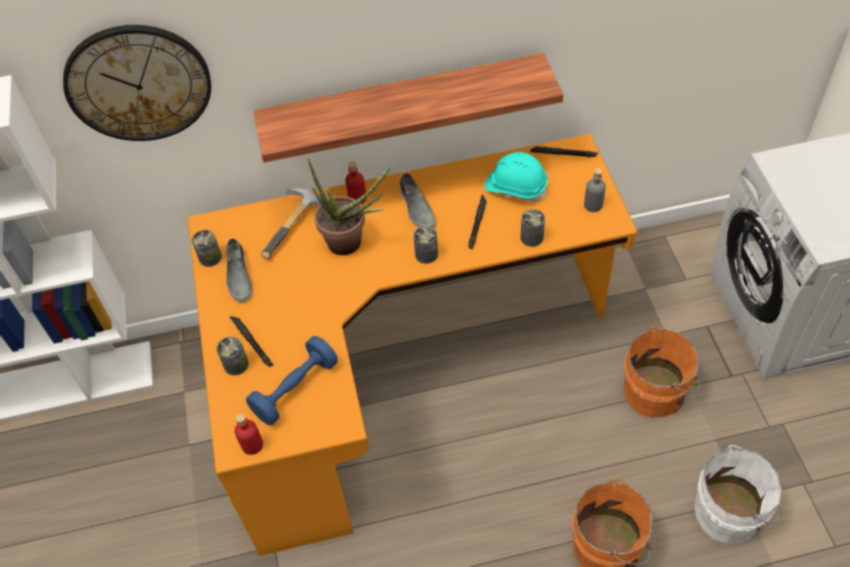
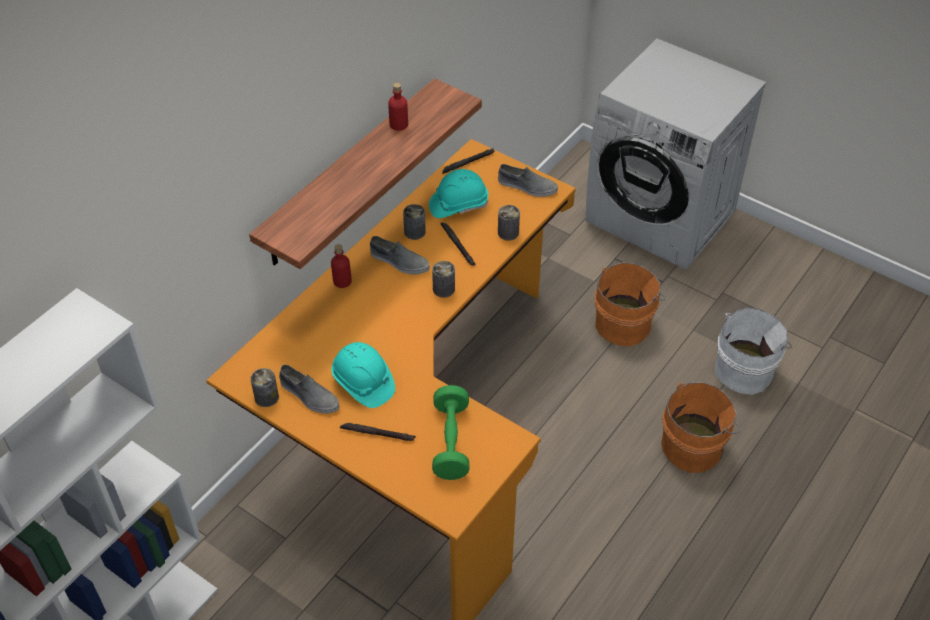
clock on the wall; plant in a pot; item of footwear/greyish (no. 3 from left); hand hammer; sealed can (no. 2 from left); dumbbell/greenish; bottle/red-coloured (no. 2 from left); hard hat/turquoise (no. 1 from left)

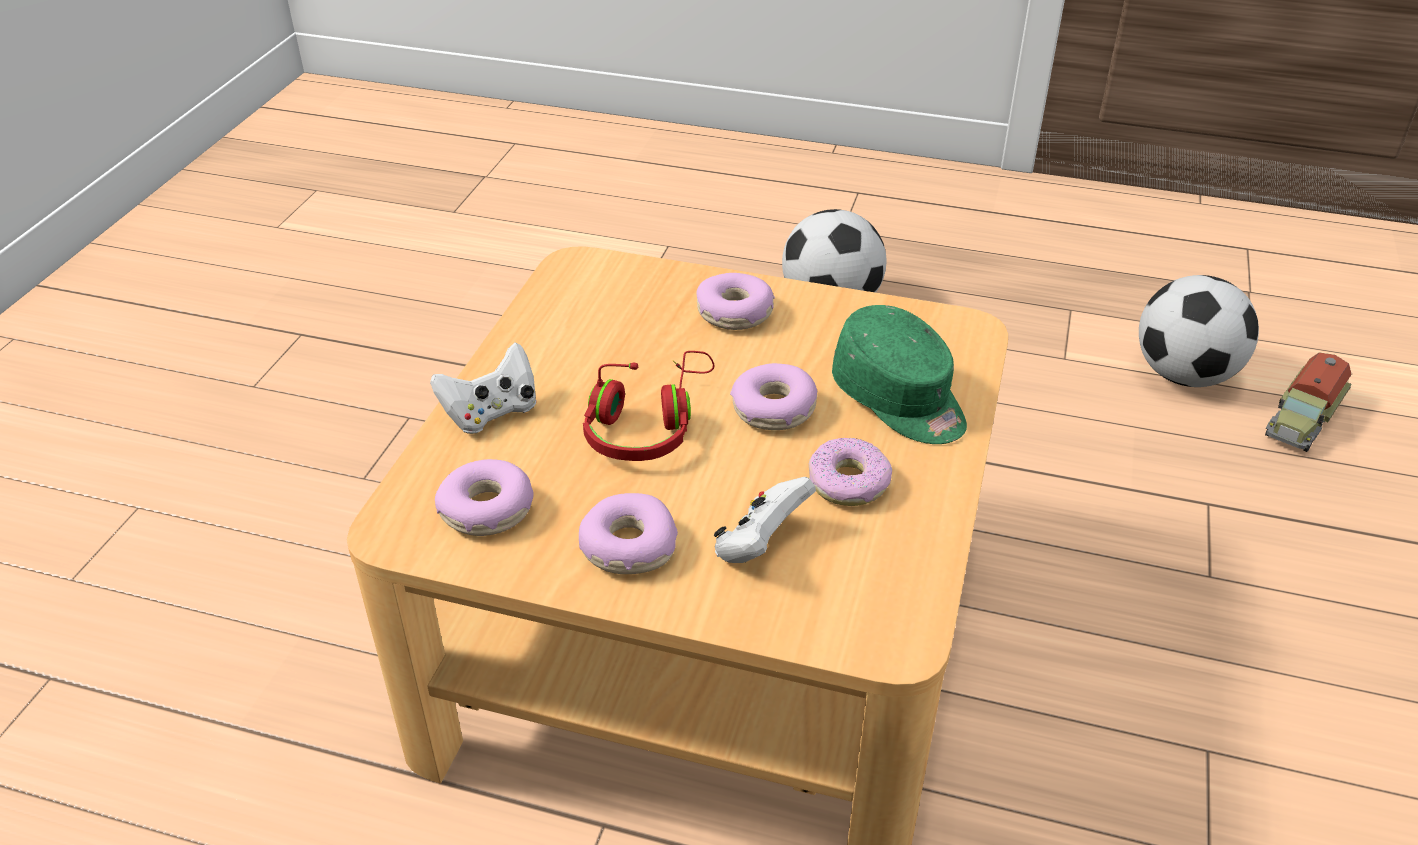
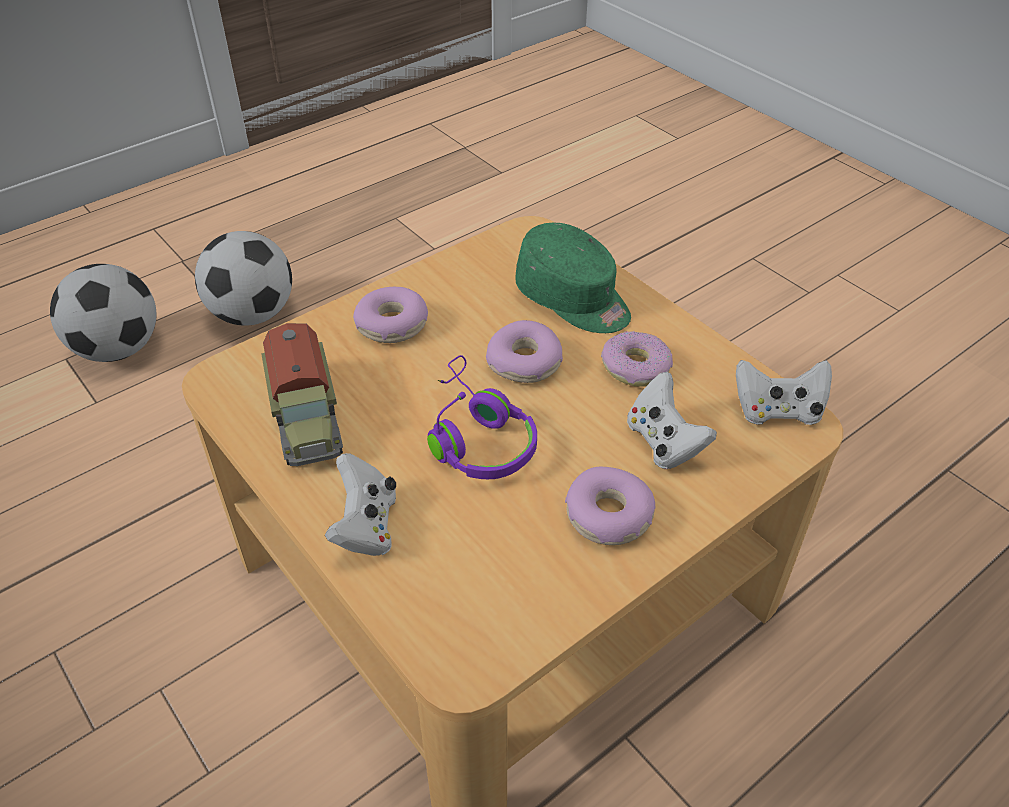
football ball (no. 1 from left); cap/greenish; headset/purple-coloured; toy lorry; donut (no. 1 from left in the first image); joypad/white (no. 3 from left)

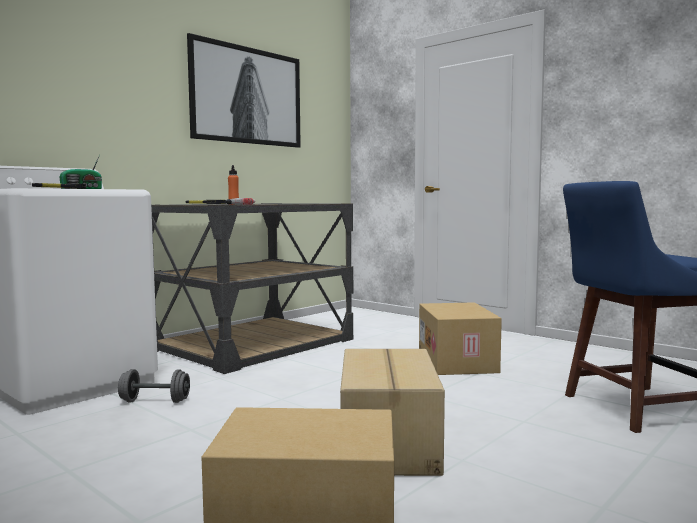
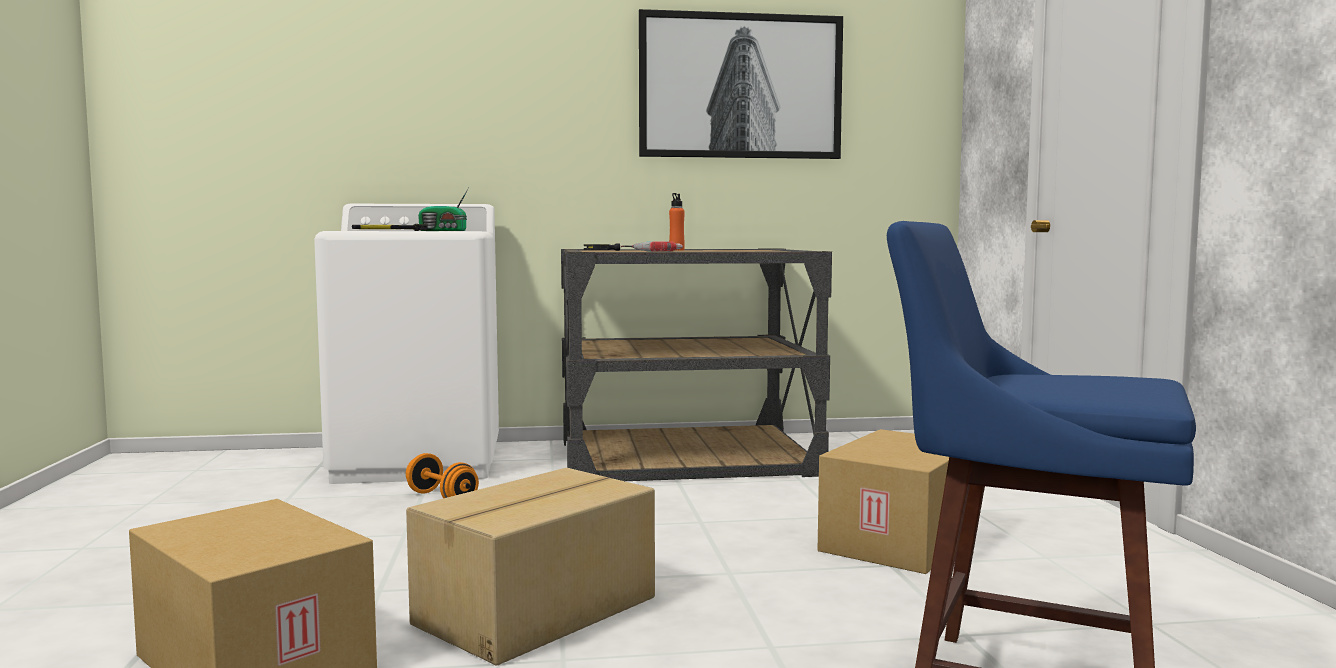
dumbbell/orangey

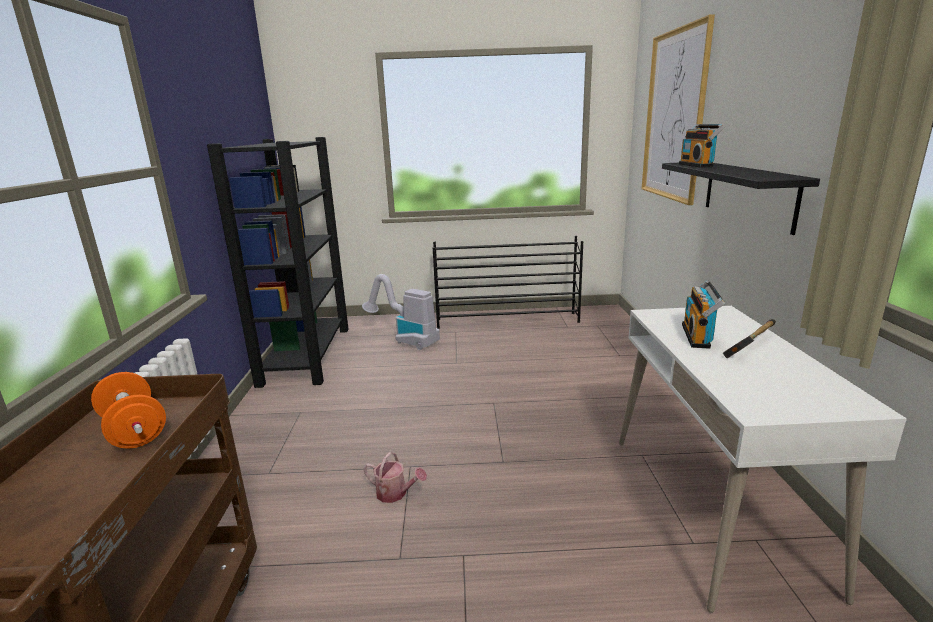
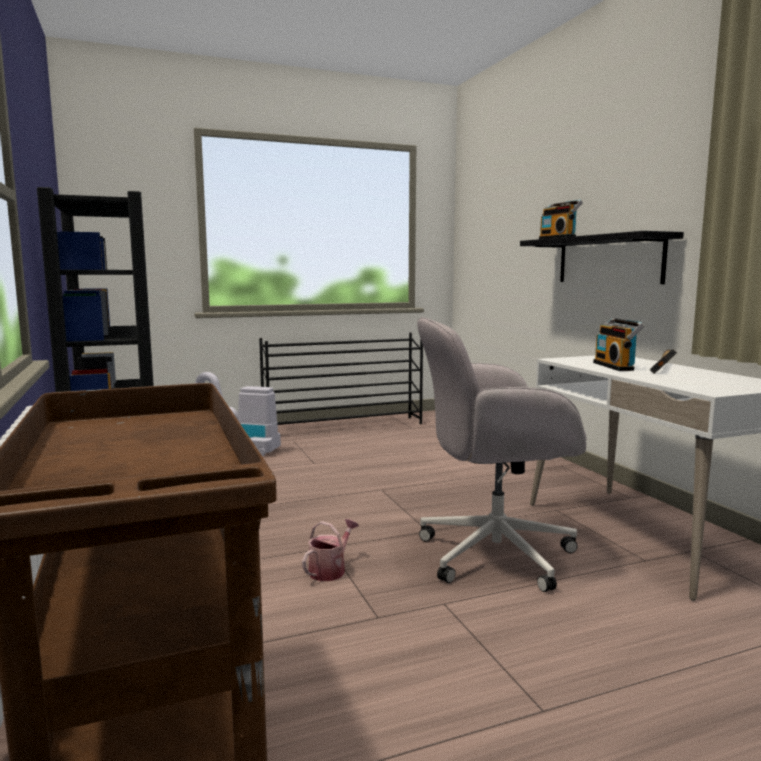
picture; dumbbell/orangey; watering can; computer chair/greyish

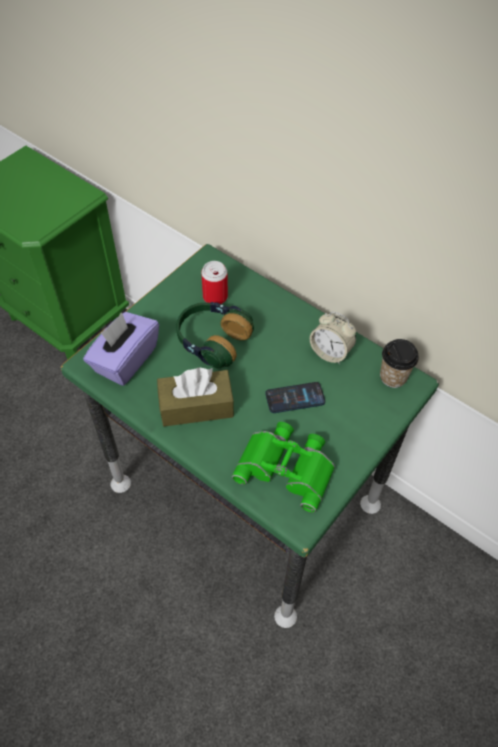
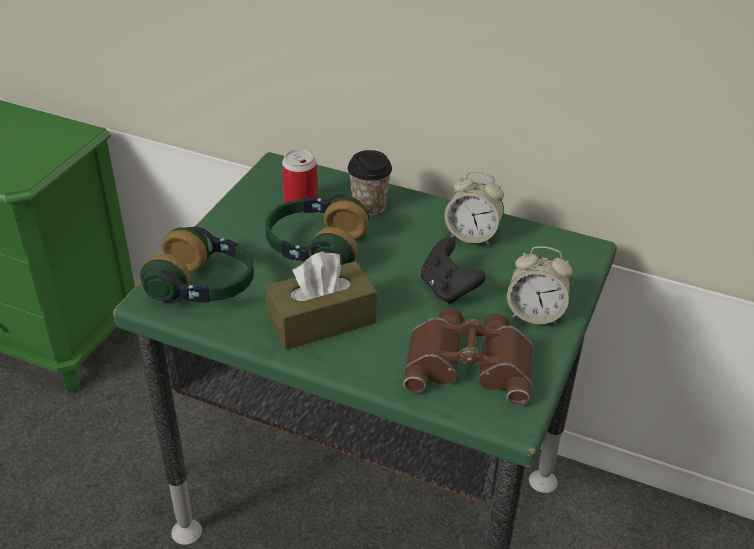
headset (no. 1 from left); cup; joypad/blackish; field glasses/brownish; table clock (no. 2 from left)

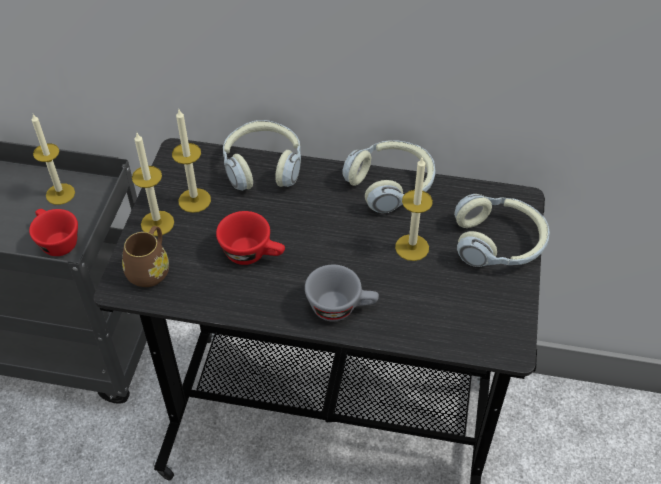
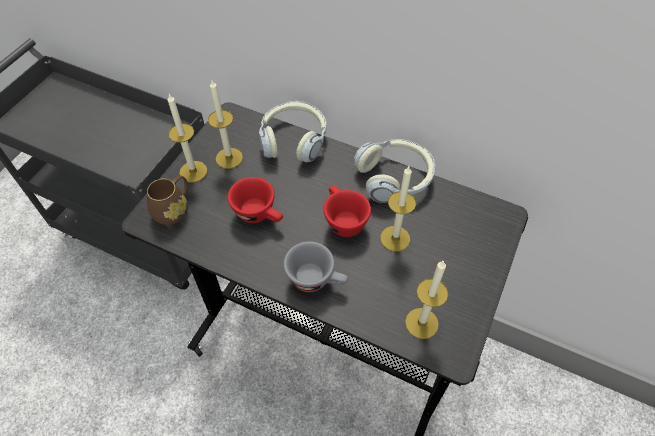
wax candle (no. 4 from left); headset (no. 3 from left in the first image); cup/red-coloured (no. 2 from left)

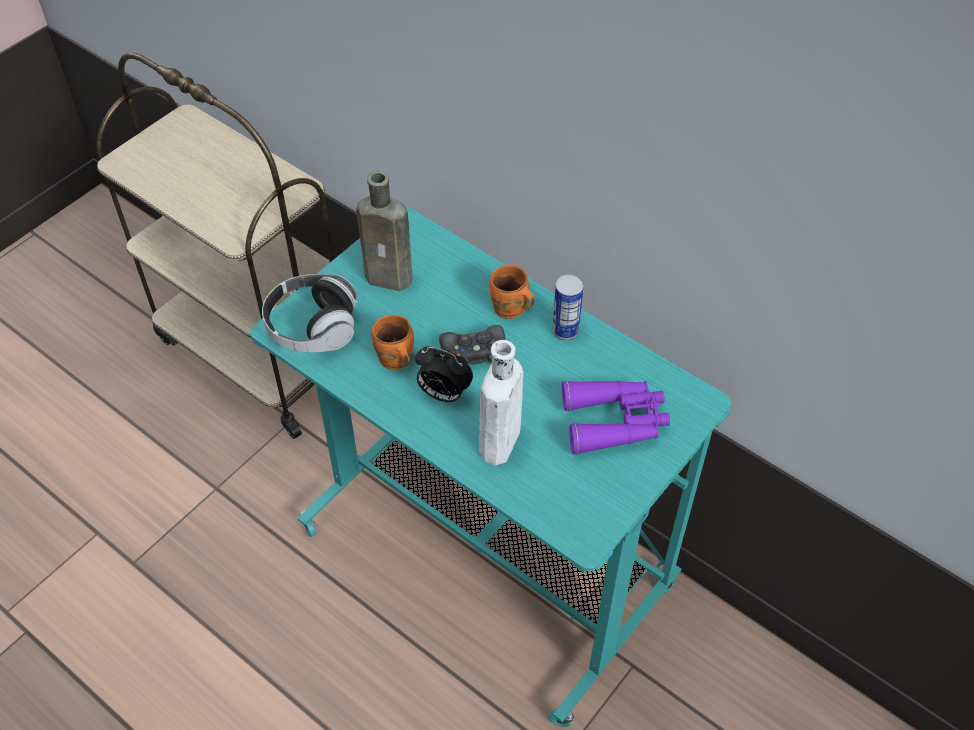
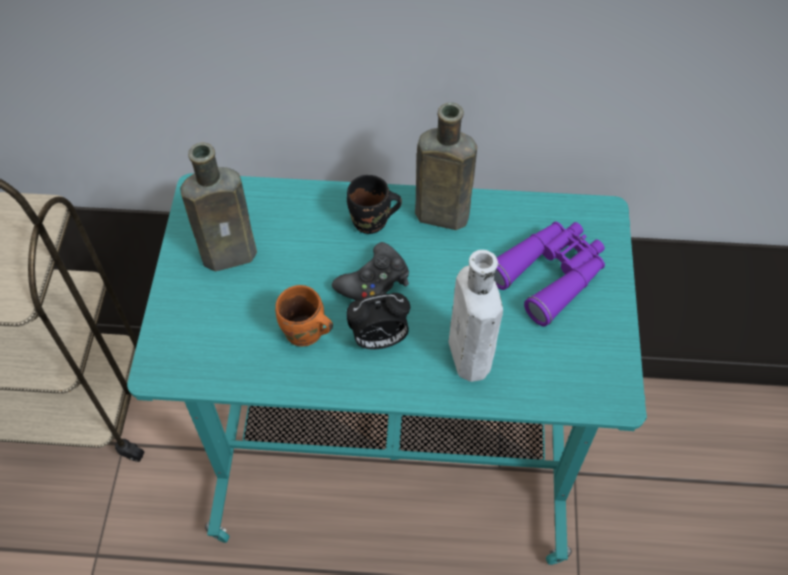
coffee mug/blackish; headset; bottle/brownish (no. 2 from left)

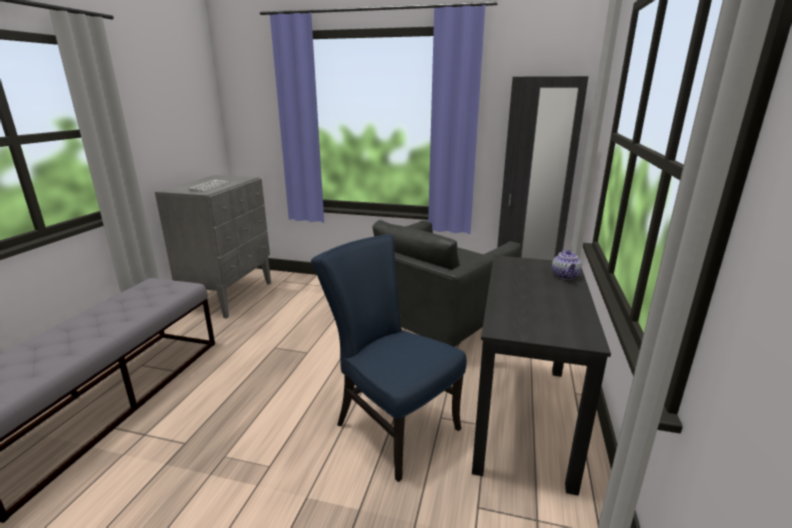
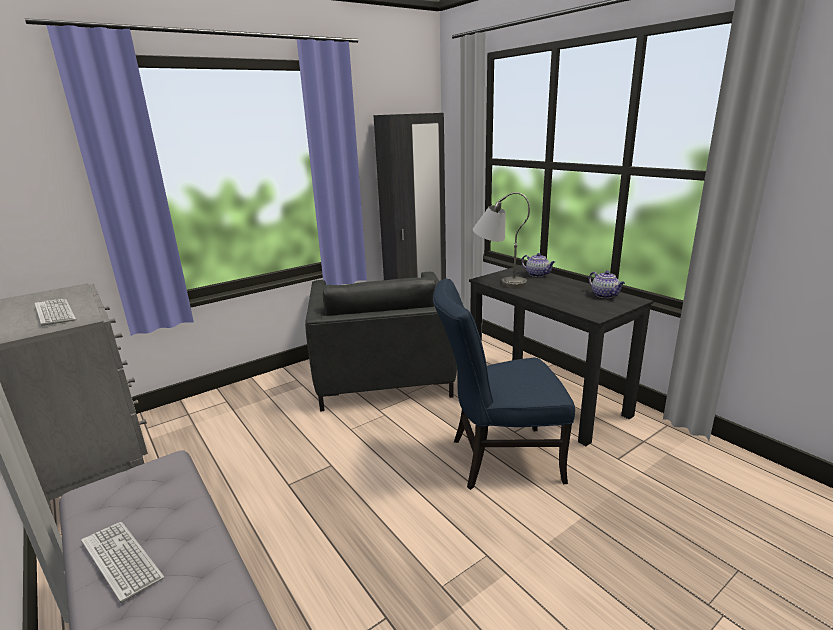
tabletop lamp/greyish; tea pot (no. 2 from left); computer keyboard (no. 2 from left)

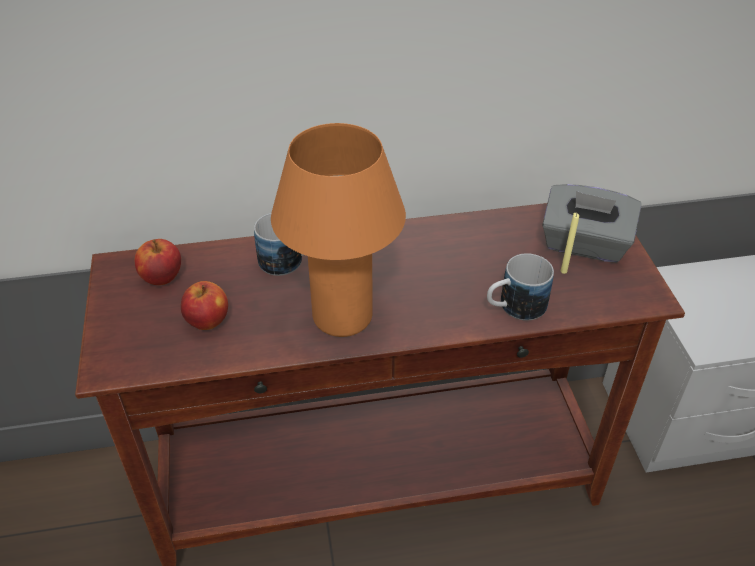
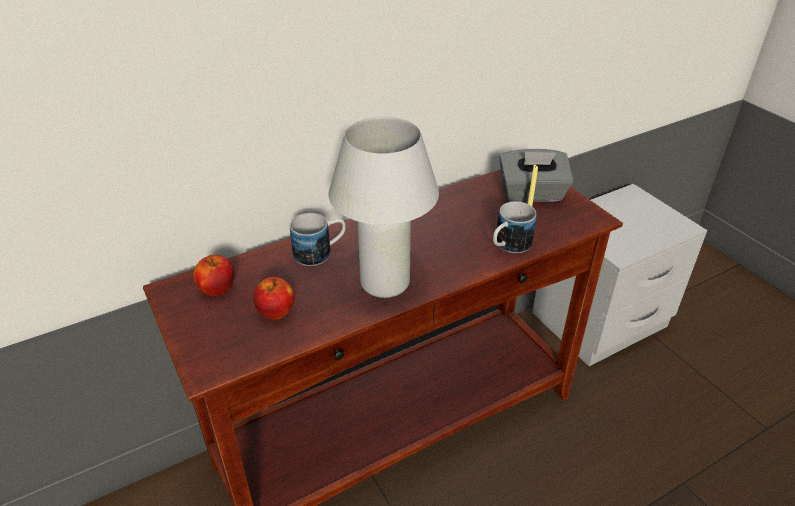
tabletop lamp/white

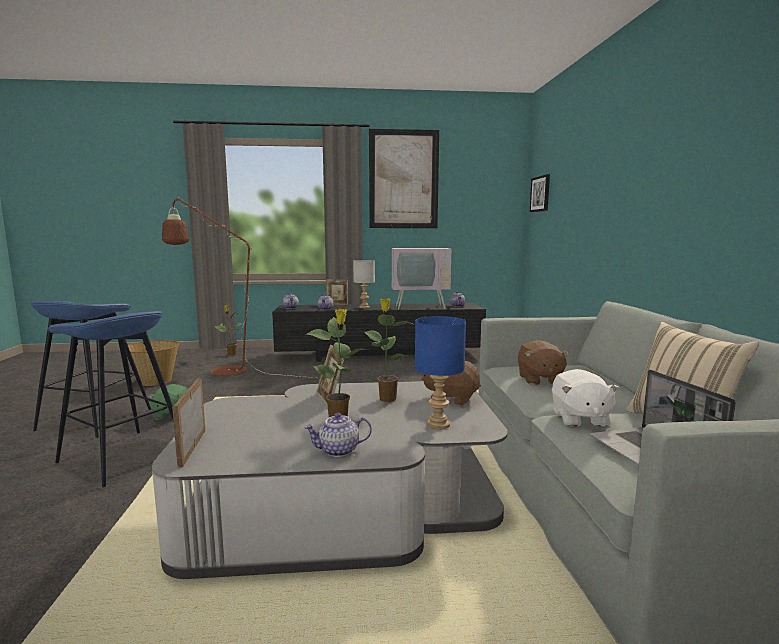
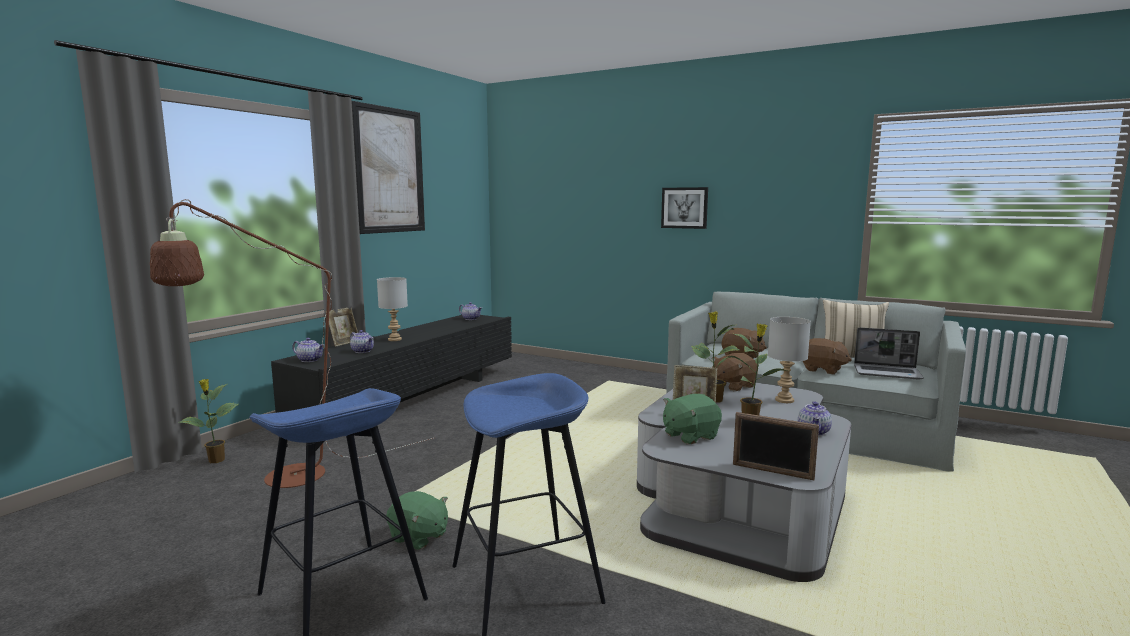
picture (no. 2 from left); TV; tabletop lamp/greyish (no. 2 from left); household basket; plush toy/brownish (no. 3 from left); plush toy/greenish (no. 2 from left)

